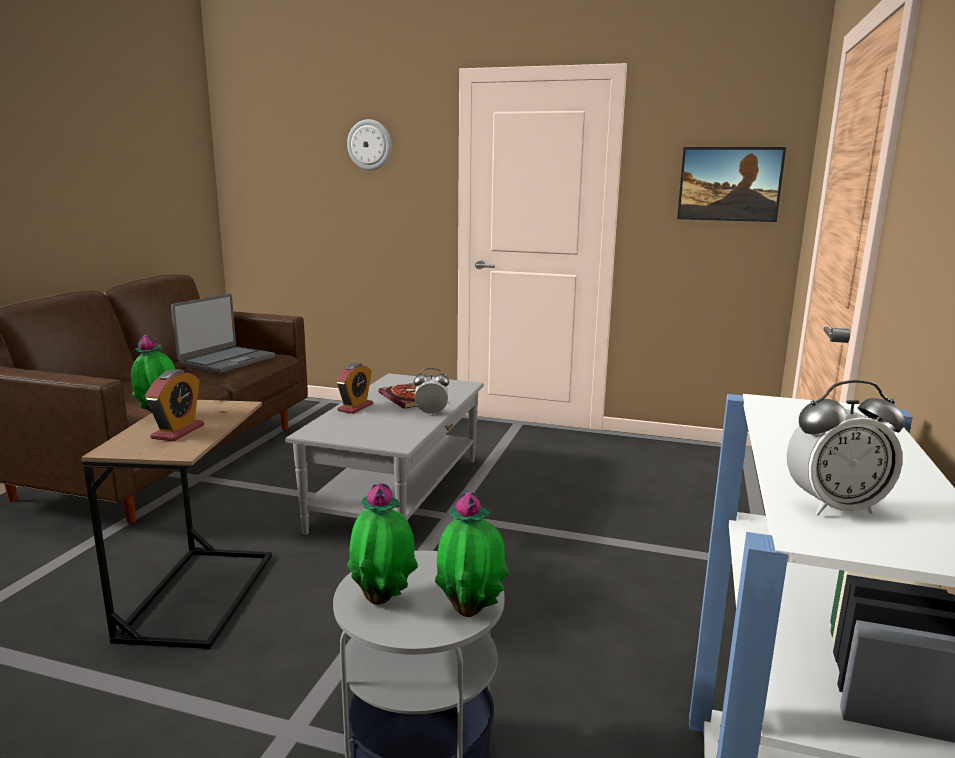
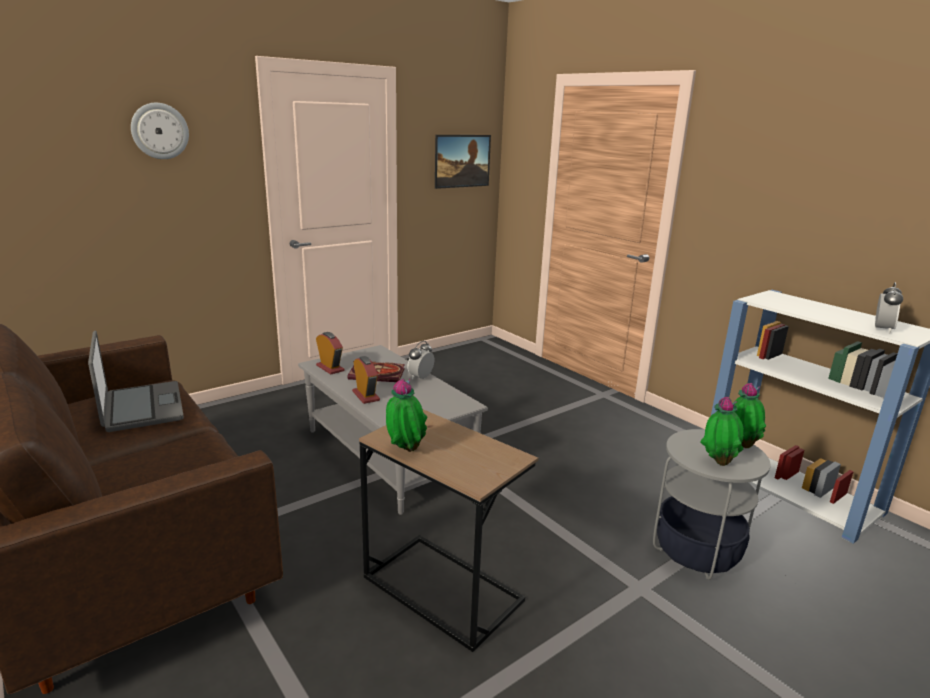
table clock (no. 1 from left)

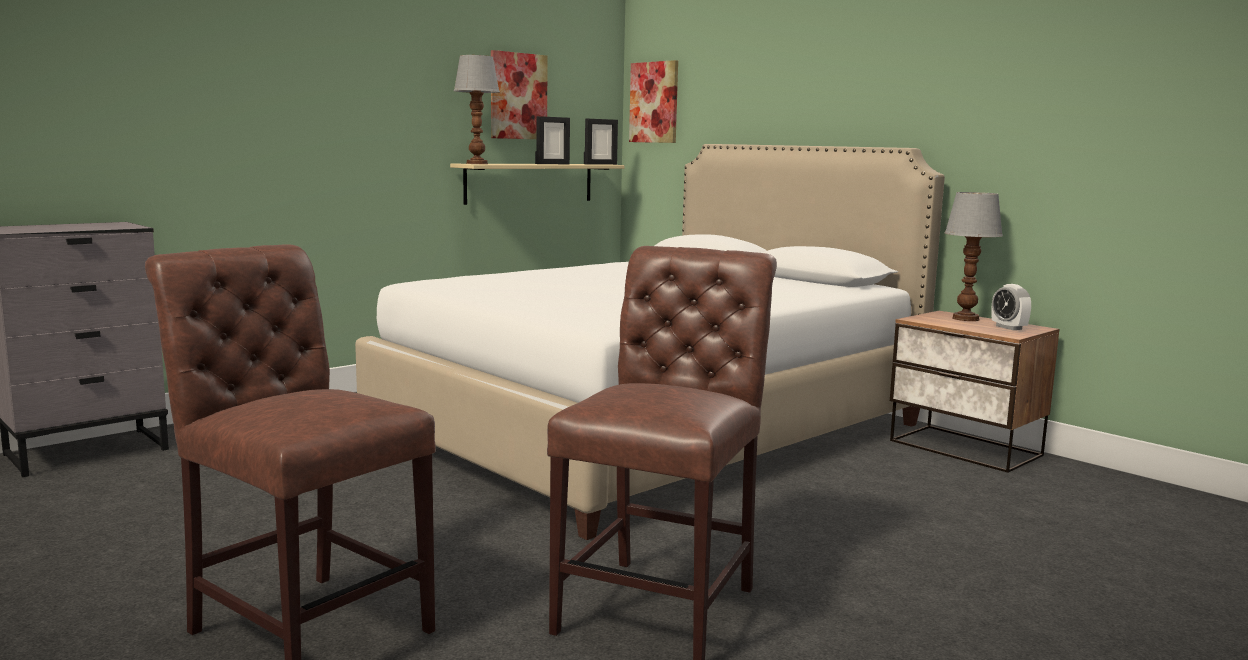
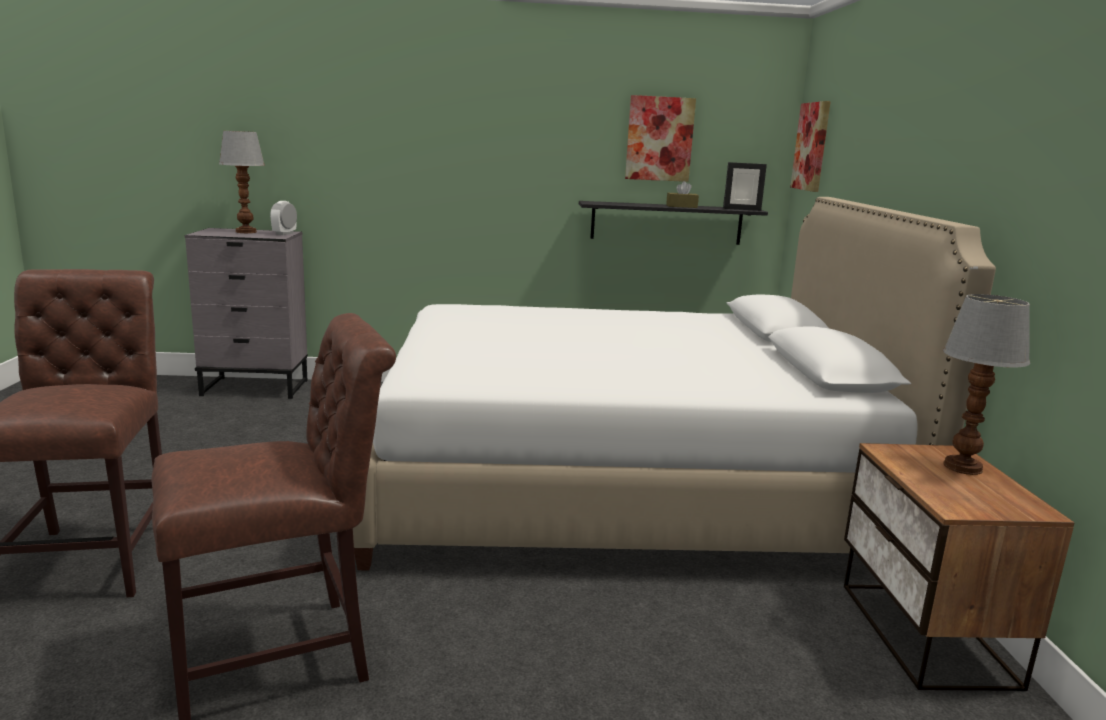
tabletop lamp (no. 1 from left); box of tissues/brownish; shelf/blackish; table clock

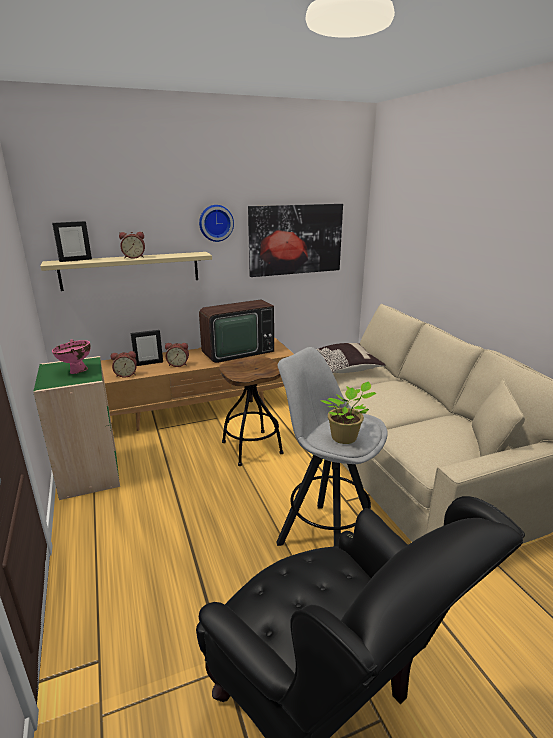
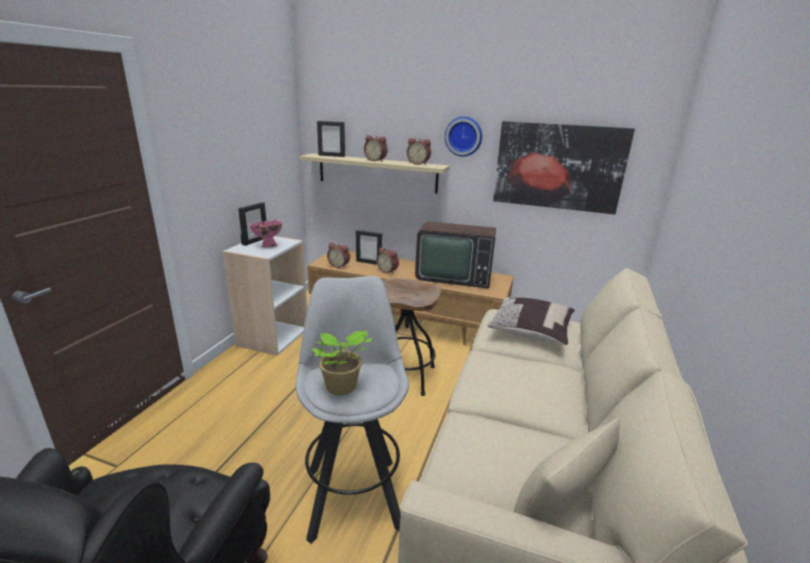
shelving unit/white; table clock (no. 4 from left); standing frame (no. 1 from left)

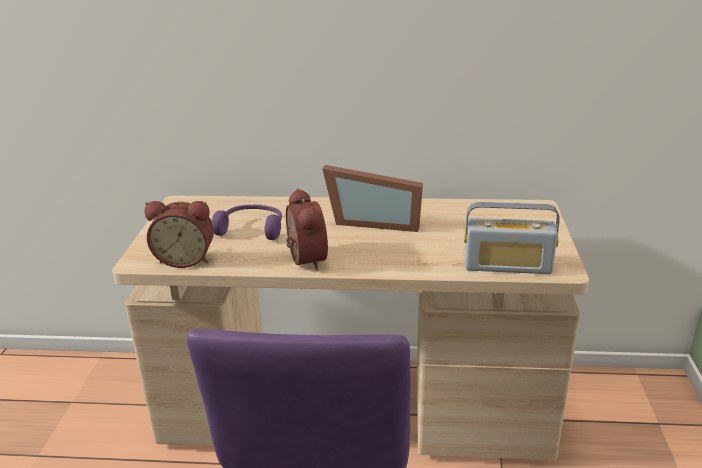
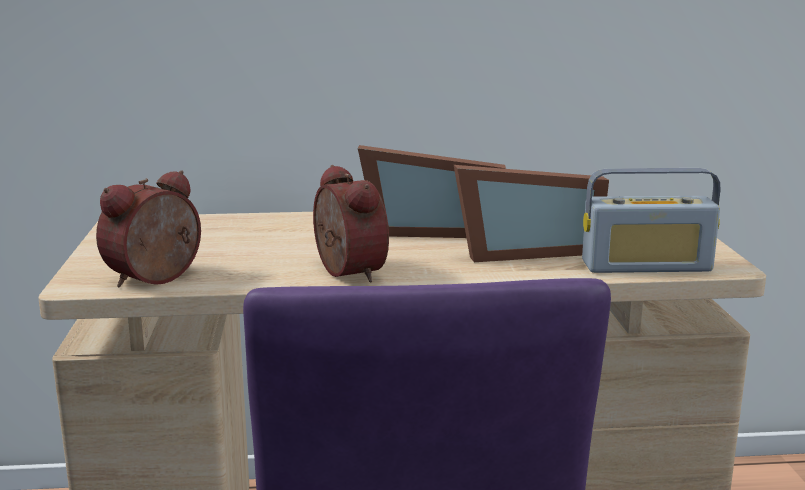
table clock (no. 1 from left); headset/purple-coloured; standing frame (no. 2 from left)

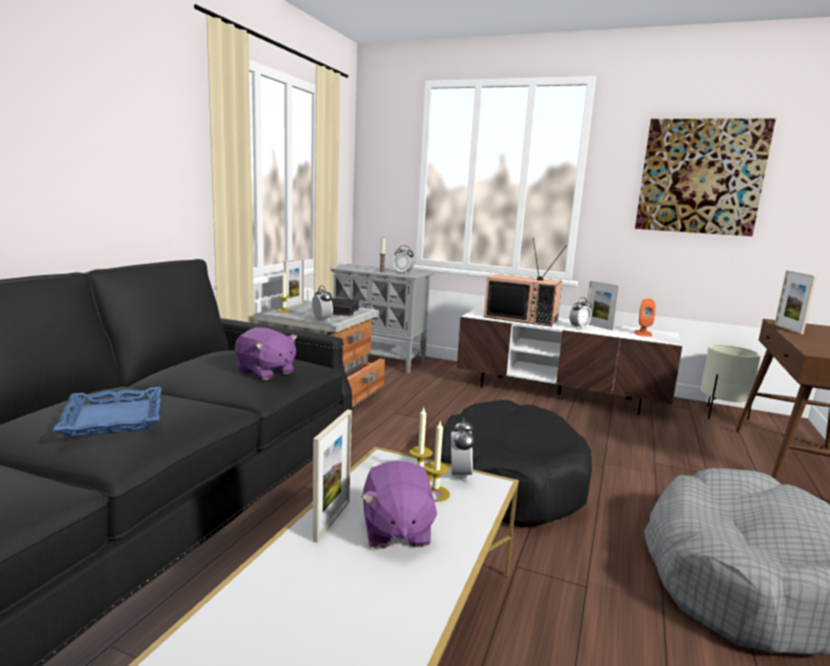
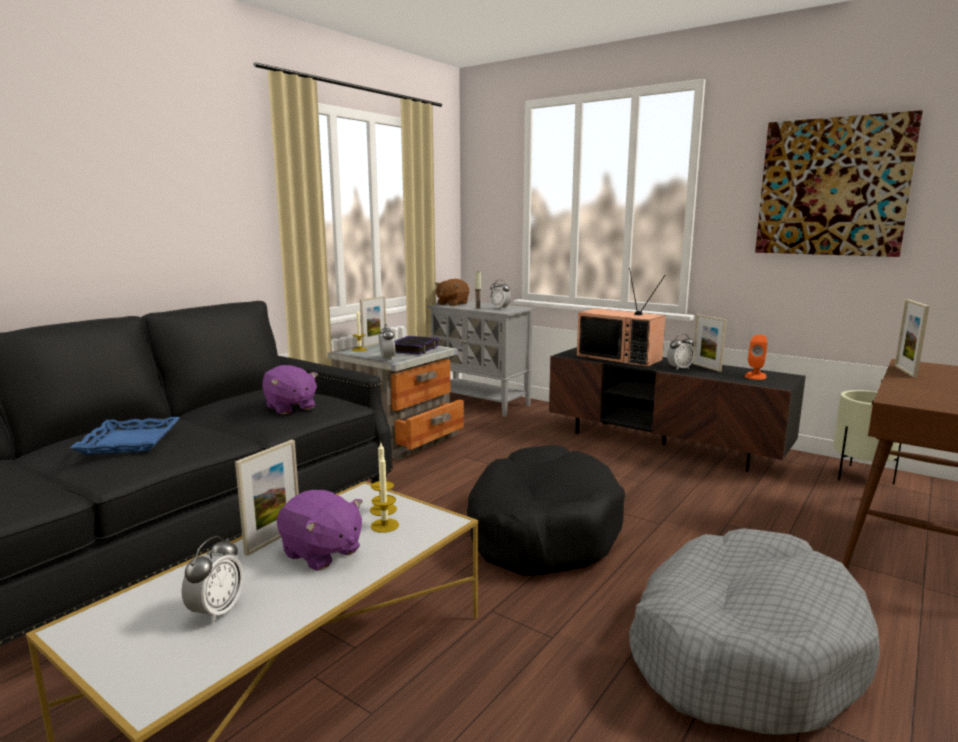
tv unit/blackish; table clock (no. 1 from left); plush toy/purple-coloured (no. 2 from left); plush toy/brownish

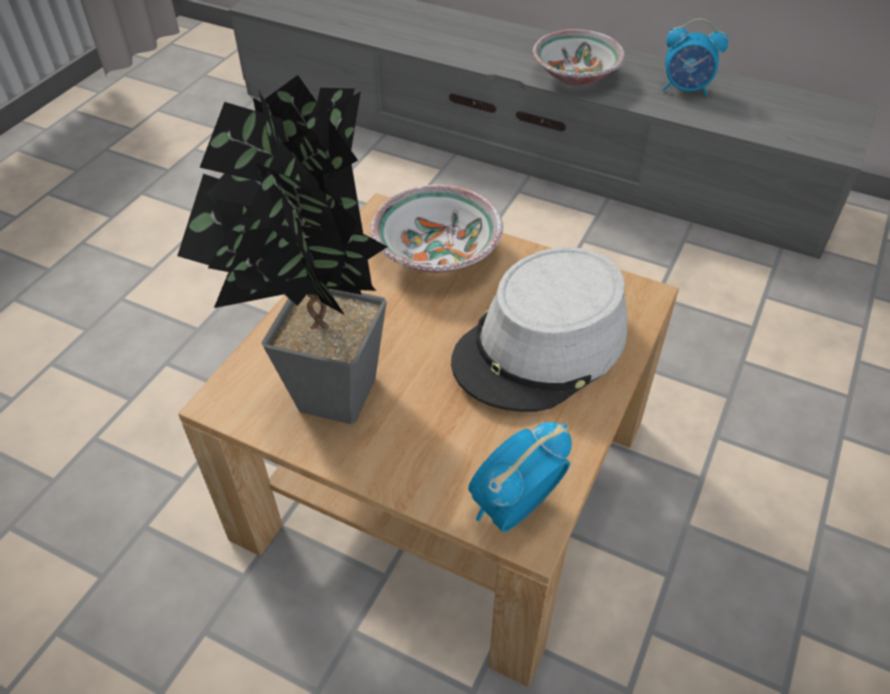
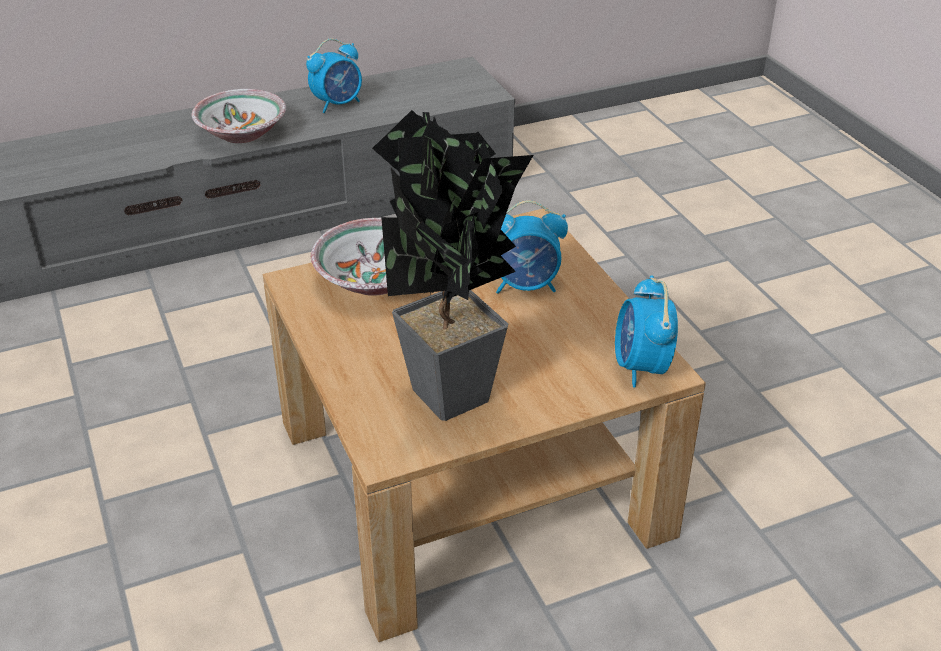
table clock (no. 2 from left)

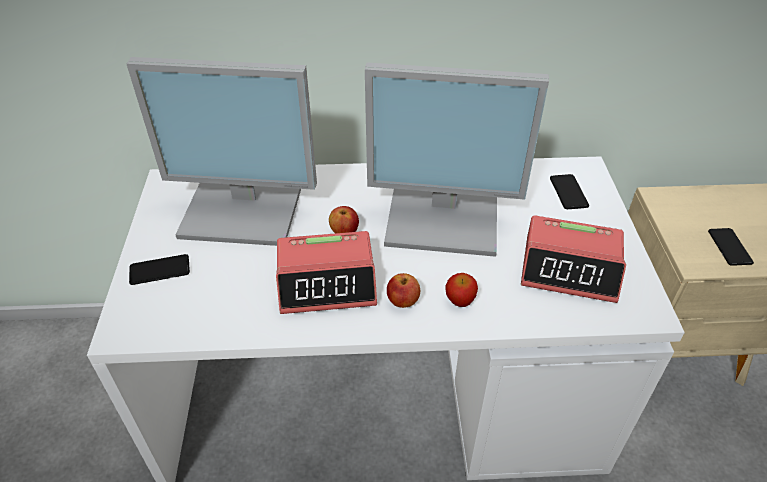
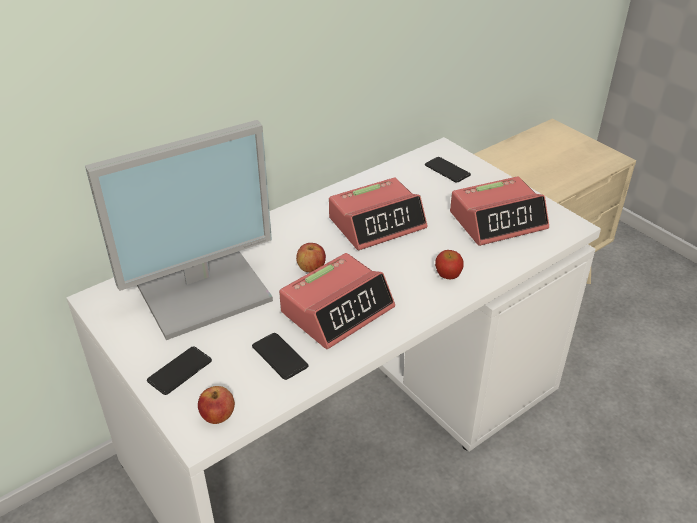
table clock (no. 2 from left); phone (no. 2 from left); whole apple (no. 1 from left)

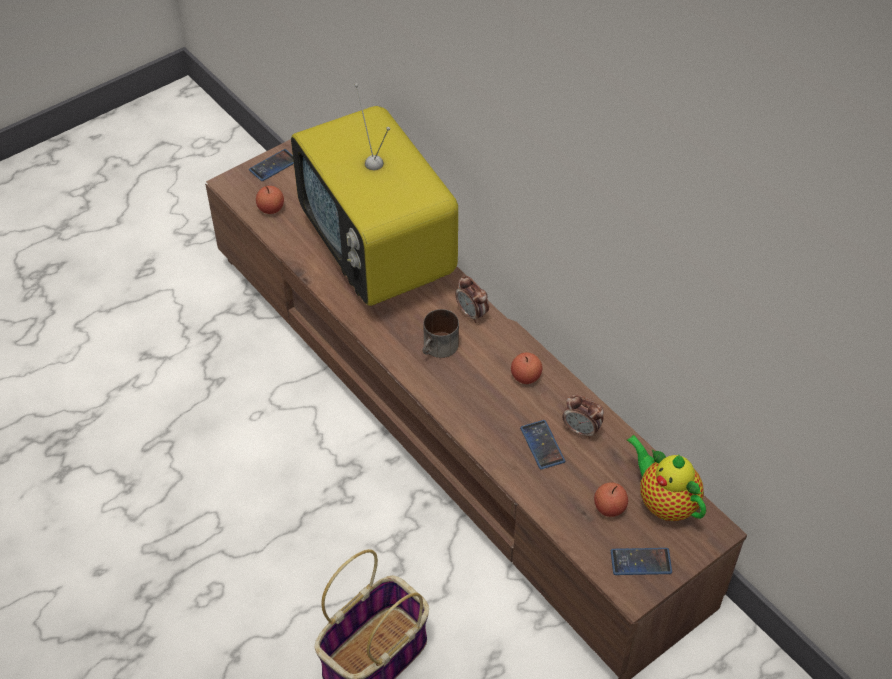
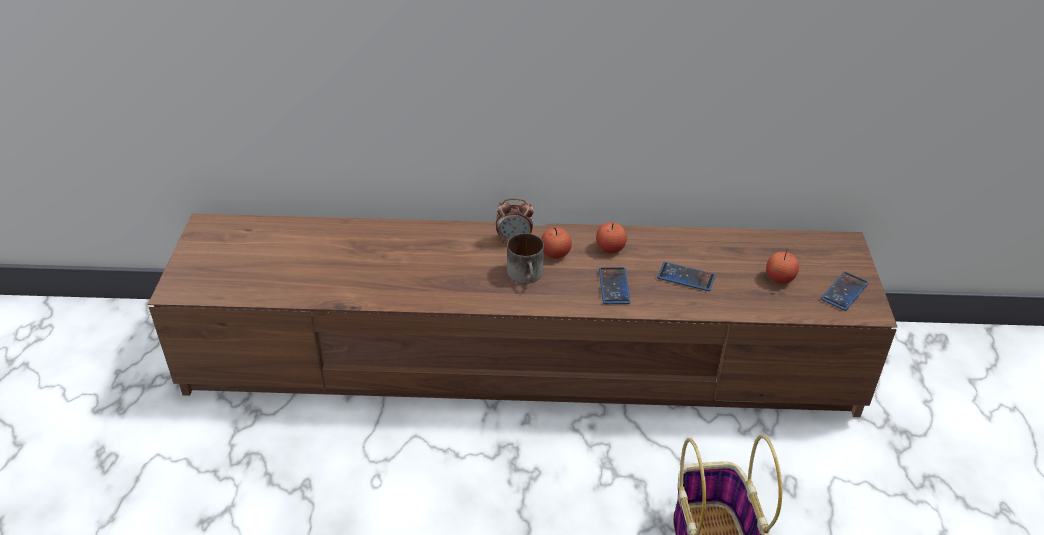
TV; phone (no. 1 from left); whole apple (no. 1 from left); table clock (no. 2 from left in the first image); tea pot

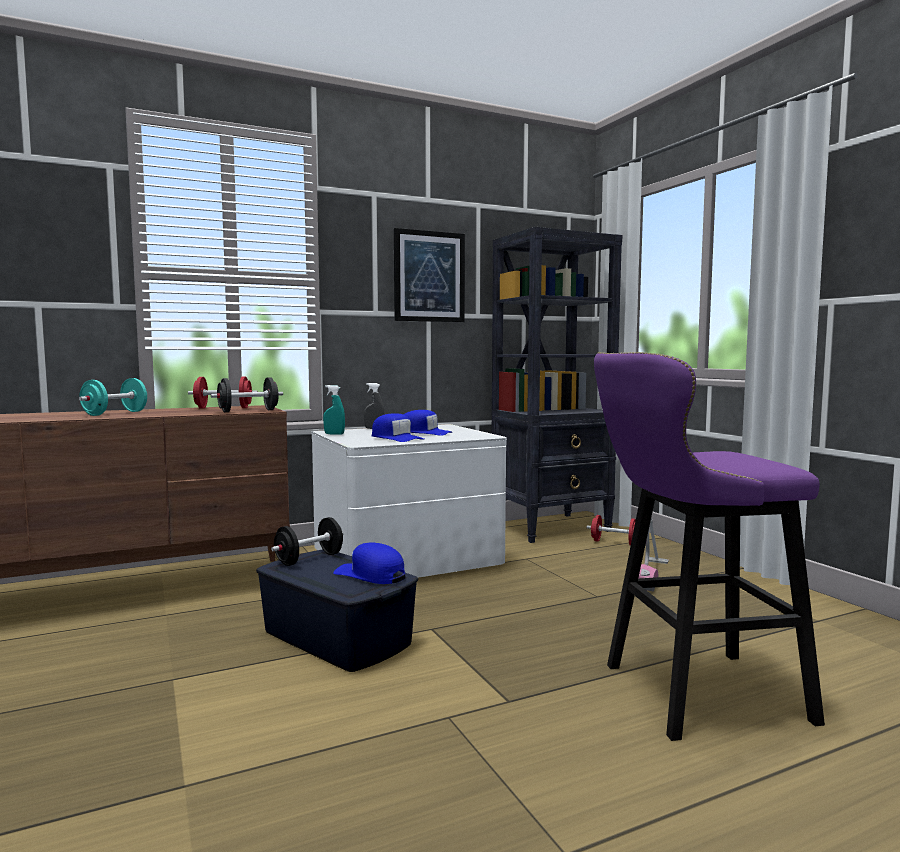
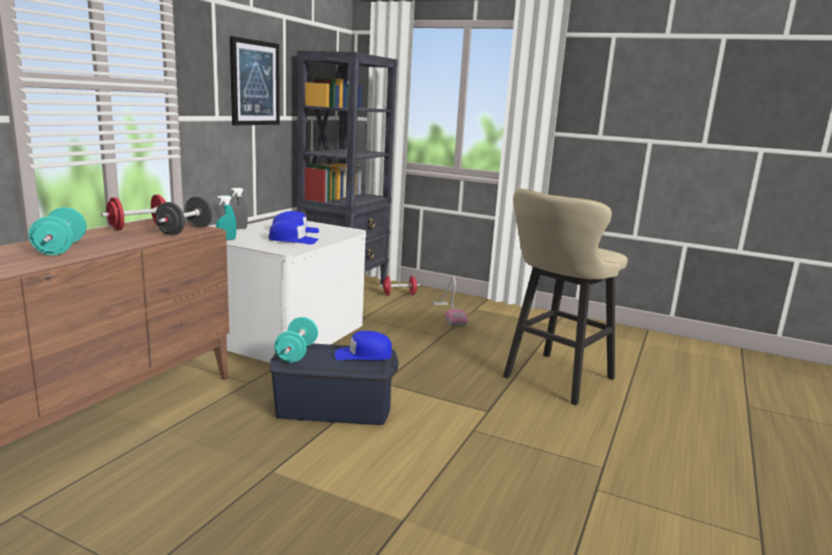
stool seat/beige-coloured; dumbbell/turquoise (no. 2 from left)

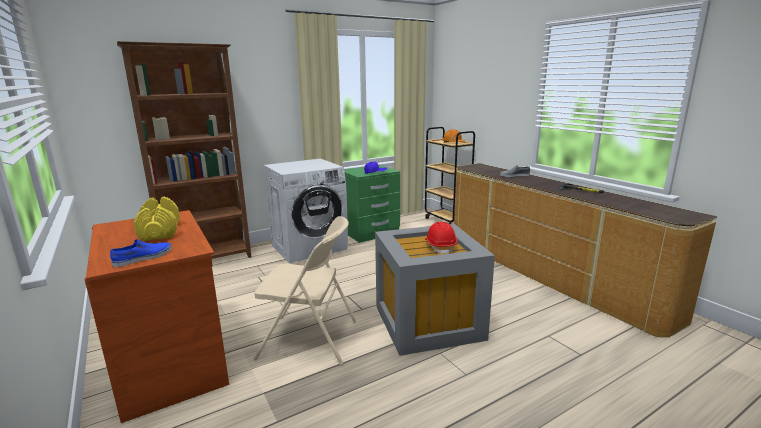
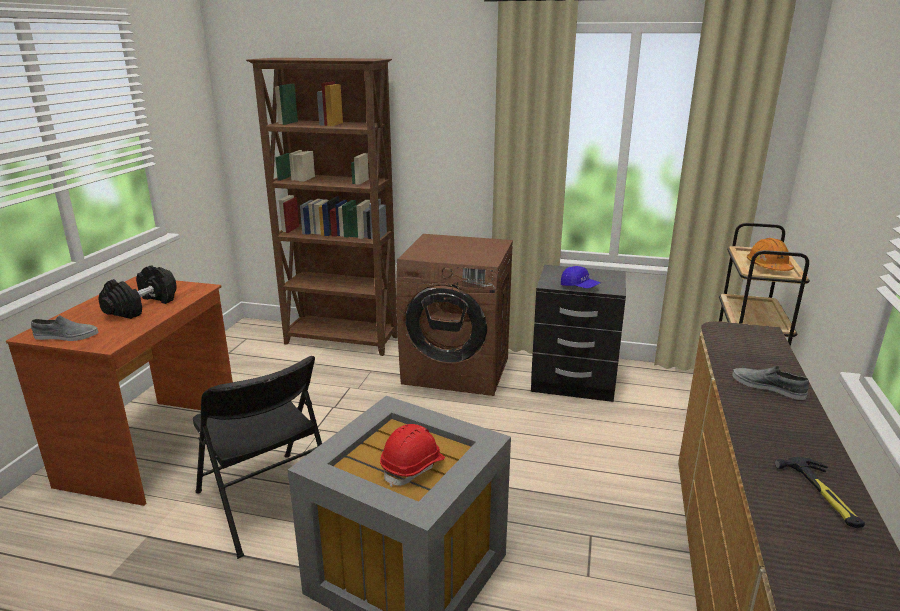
laundry appliance/brownish; night table/blackish; dumbbell/blackish; plain chair/blackish; item of footwear/greyish (no. 1 from left)

